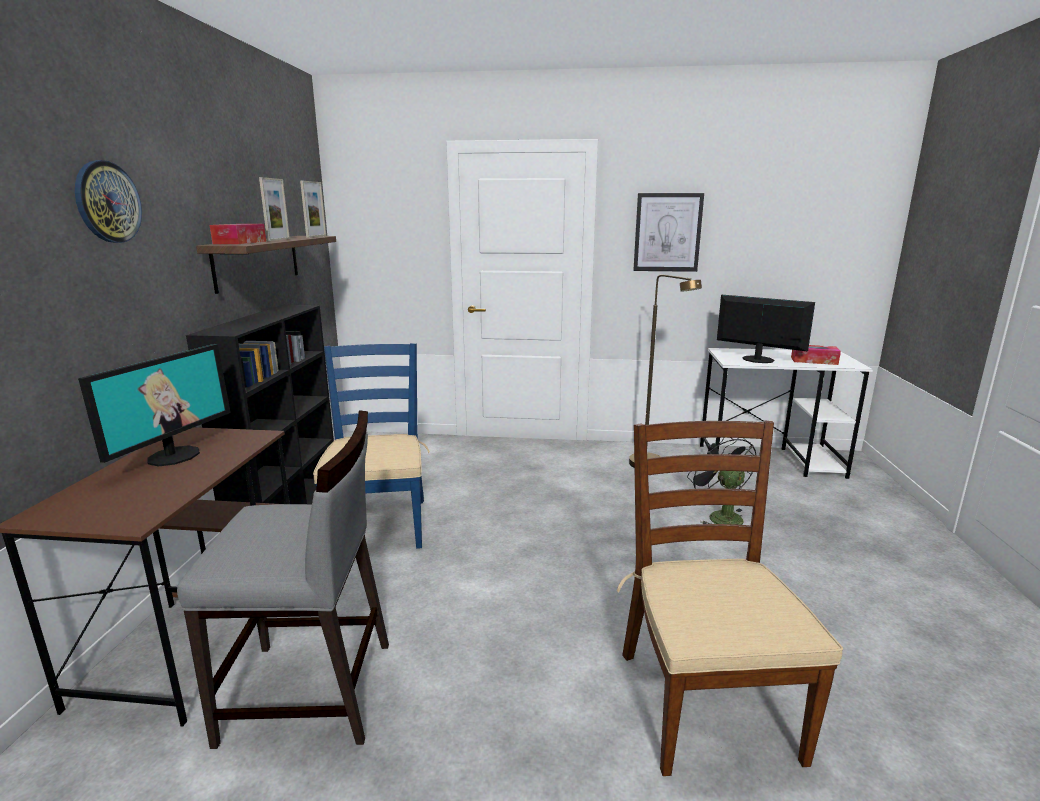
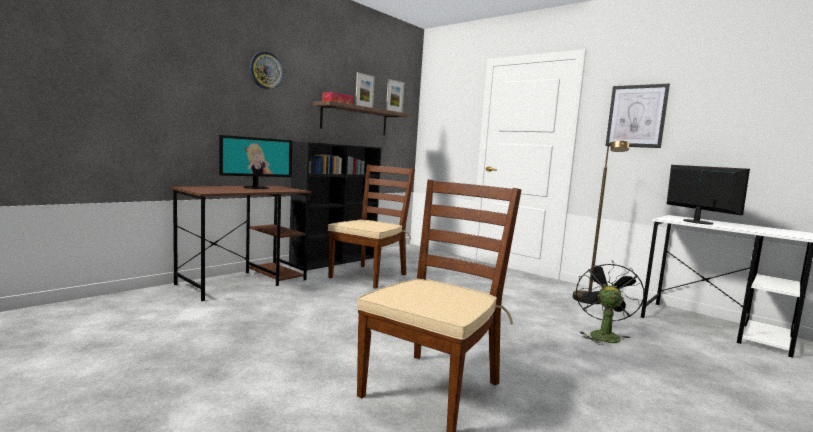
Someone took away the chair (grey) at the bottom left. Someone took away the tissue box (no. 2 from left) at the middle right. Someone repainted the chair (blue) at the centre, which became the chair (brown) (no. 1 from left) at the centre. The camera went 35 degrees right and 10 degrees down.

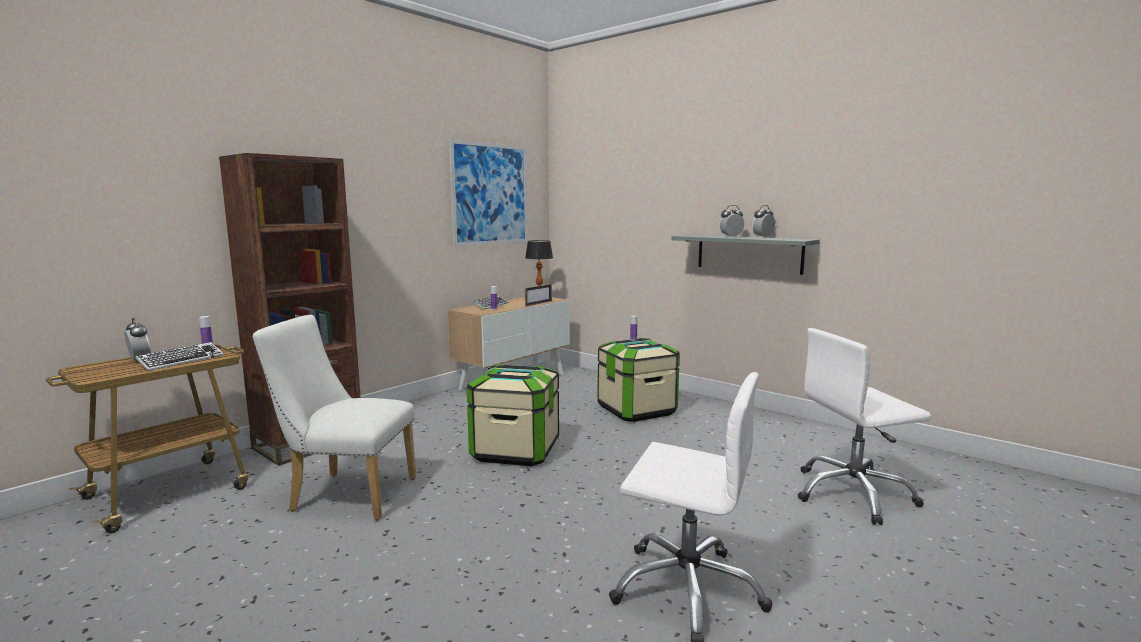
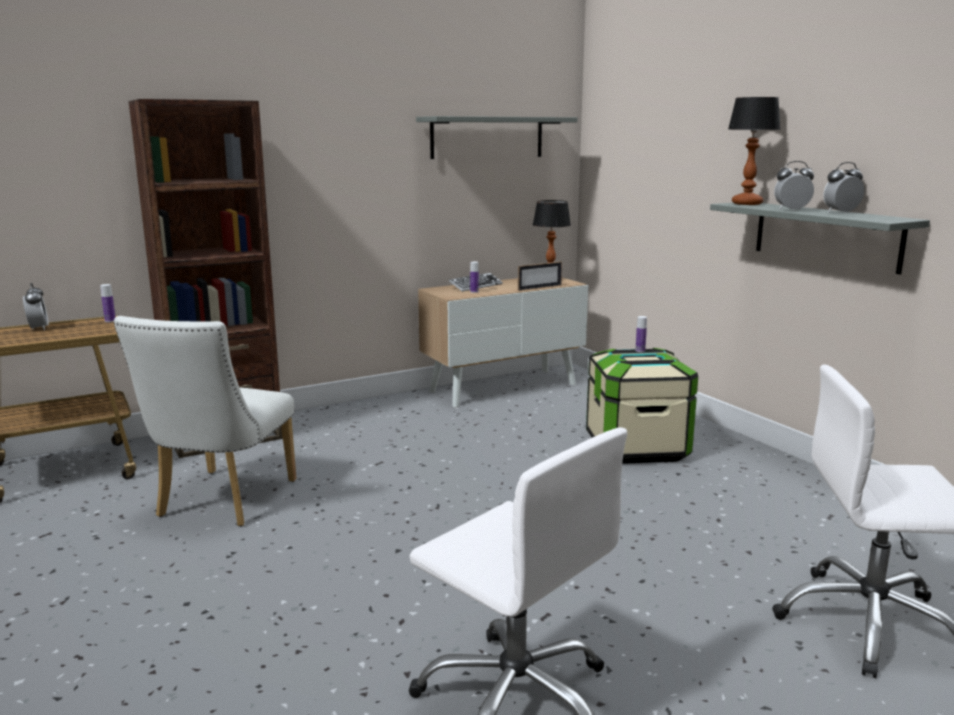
Someone took away the keyboard (no. 1 from left) at the middle left. Someone took away the storage box (no. 1 from left) at the centre. Someone put down the table lamp (no. 2 from left) at the top right. Someone swapped the picture at the top centre for the shelf (grey) (no. 1 from left) at the top centre. Someone rotated the chair (white) at the middle left by 105 degrees counterclockwise. The camera went 20 degrees right and 5 degrees up.

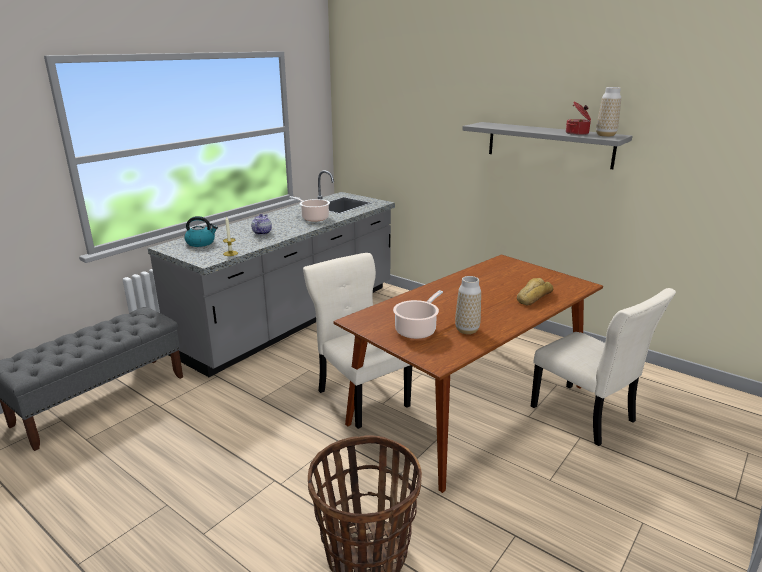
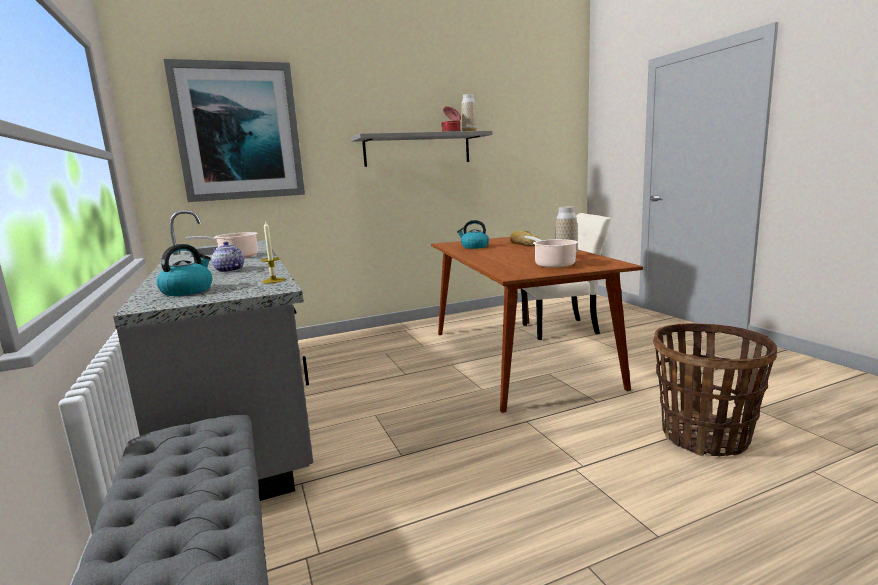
Someone took away the chair (beige) (no. 1 from left) at the centre. Someone put up the picture at the top left. Someone put down the kettle (no. 2 from left) at the centre. The camera went 60 degrees left and 10 degrees down.

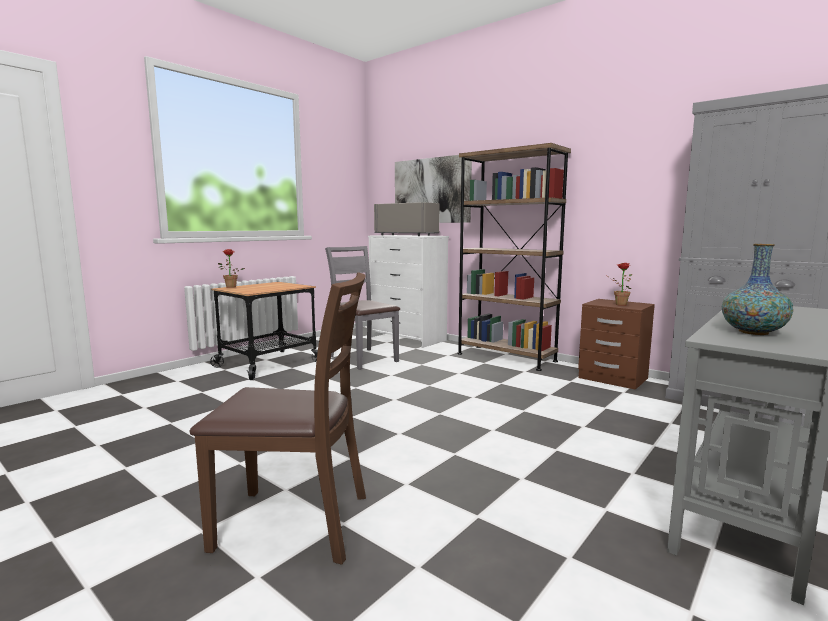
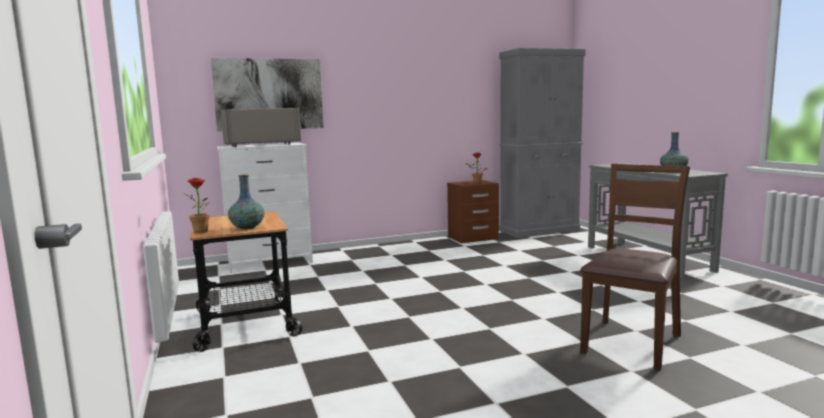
Someone took away the chair (grey) at the centre. Someone took away the bookcase (brown) at the centre. Someone put down the vase (no. 1 from left) at the middle left. The camera went 60 degrees left and 0 degrees up.

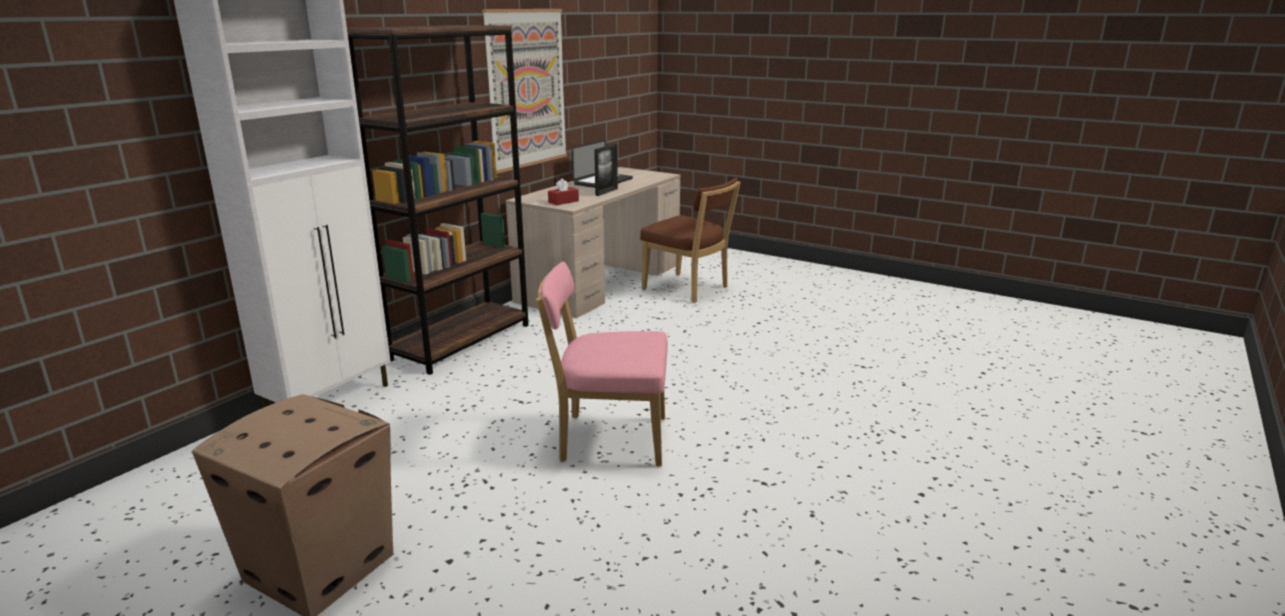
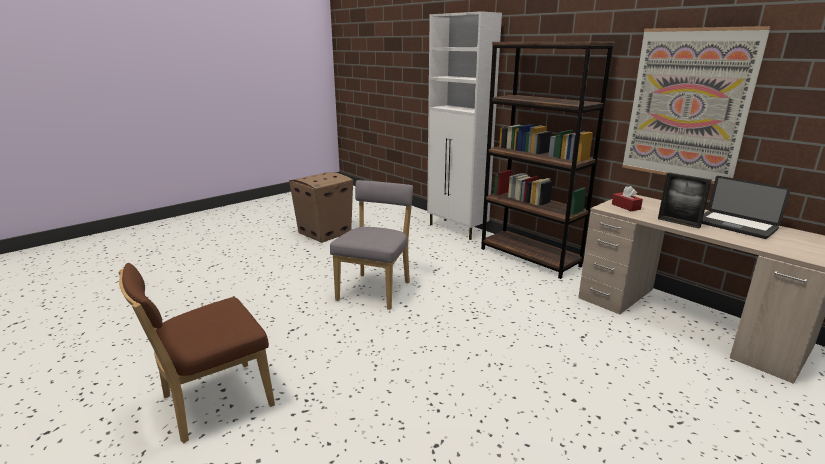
Someone carried the chair (brown) from the centre to the bottom left. Someone repainted the chair (pink) at the centre, which became the chair (grey) at the centre. The camera went 105 degrees right and 0 degrees up.

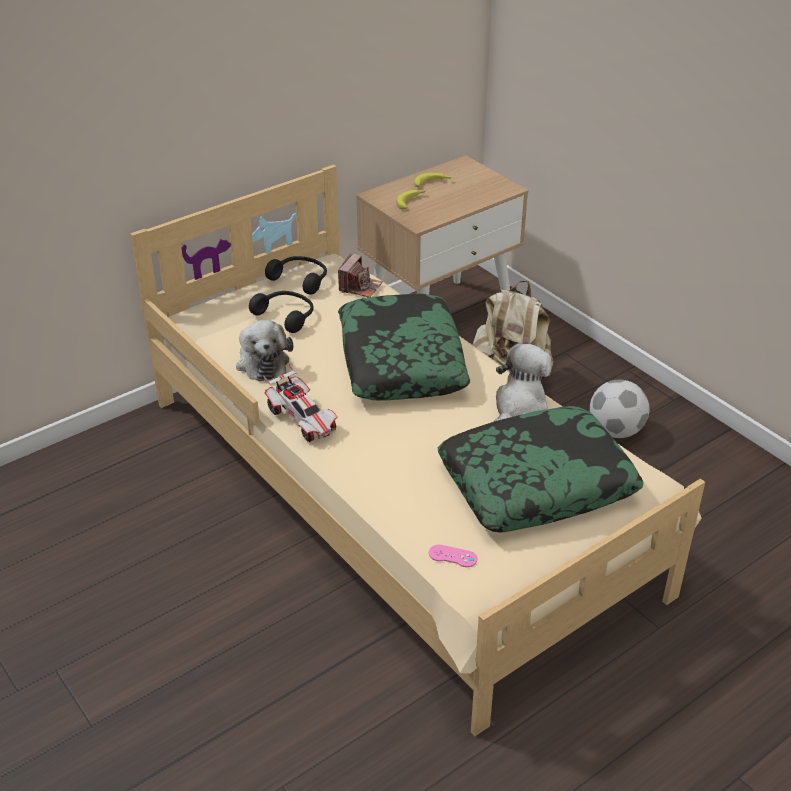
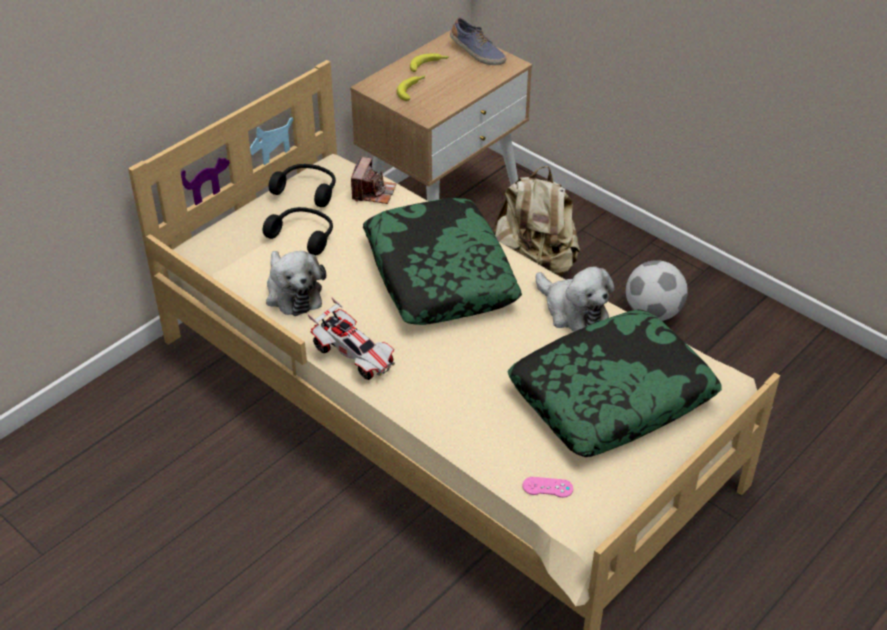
Someone put down the shoe at the top centre. Someone rotated the plush toy (no. 2 from left) at the centre by 120 degrees clockwise. The camera went 10 degrees left and 5 degrees up.

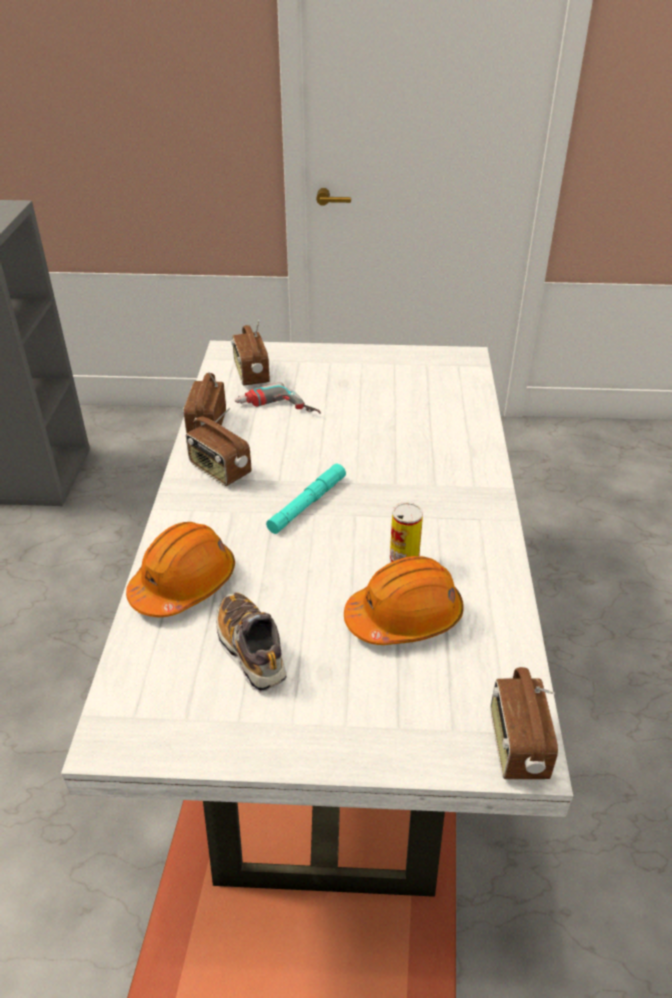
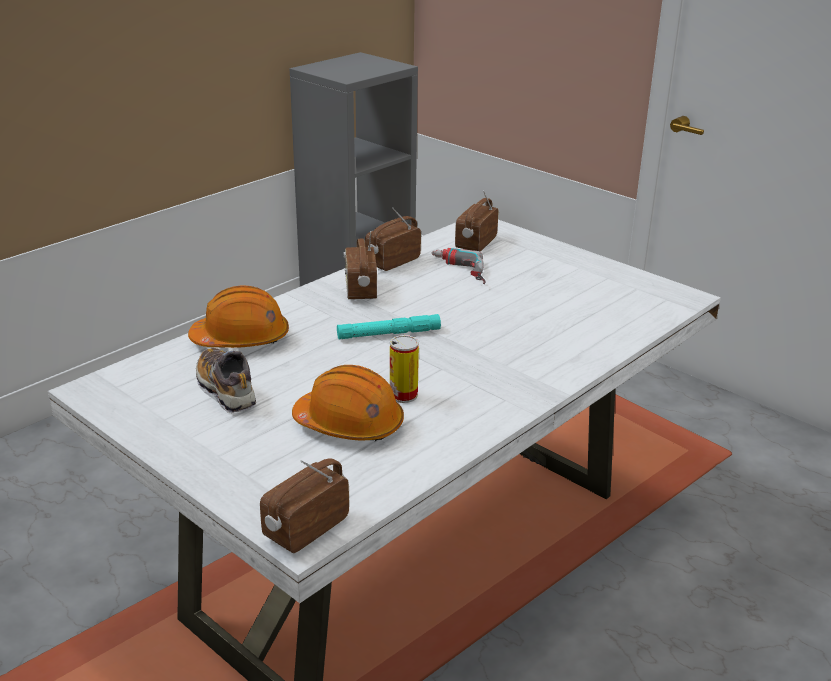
Someone rotated the shoe at the centre by 45 degrees counterclockwise. The camera went 40 degrees right and 10 degrees down.

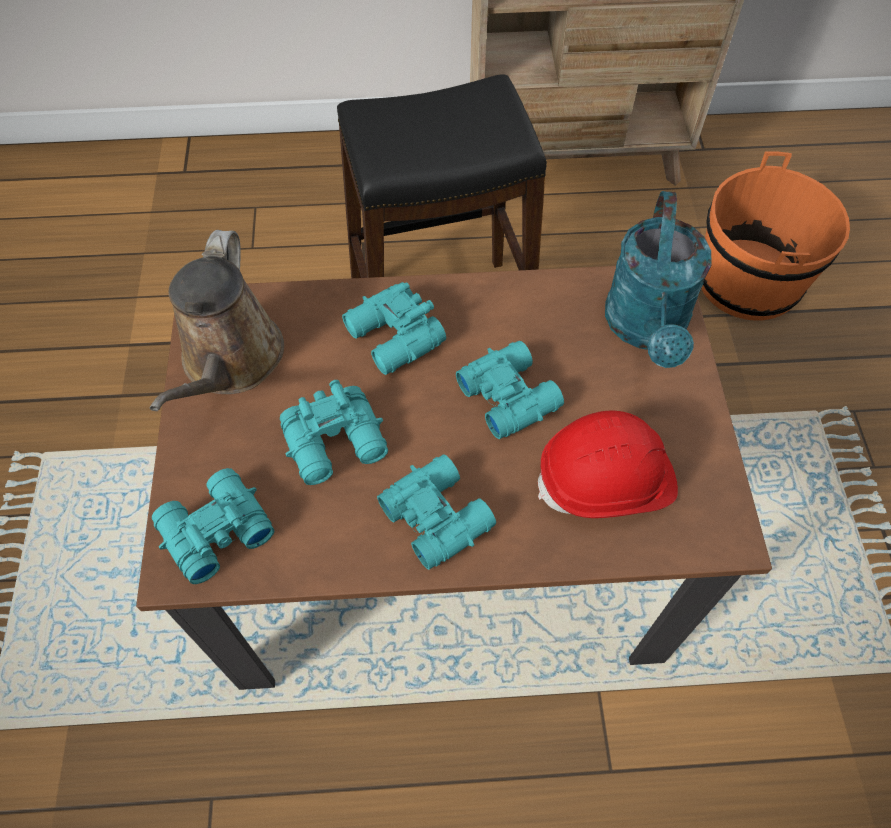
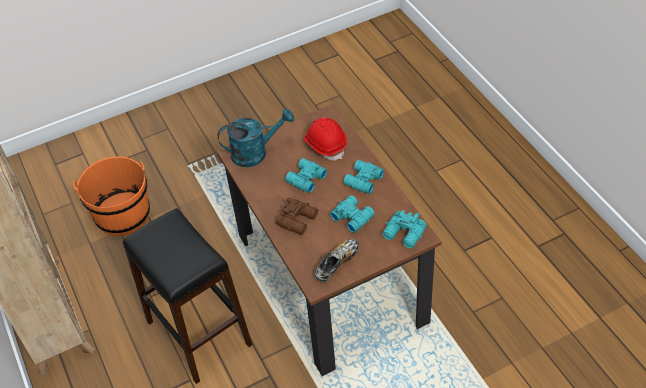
Someone swapped the watering can (brown) at the middle left for the shoe at the bottom centre. Someone repainted the binoculars (turquoise) (no. 3 from left) at the centre, which became the binoculars (brown) at the centre. The camera went 110 degrees left and 10 degrees down.

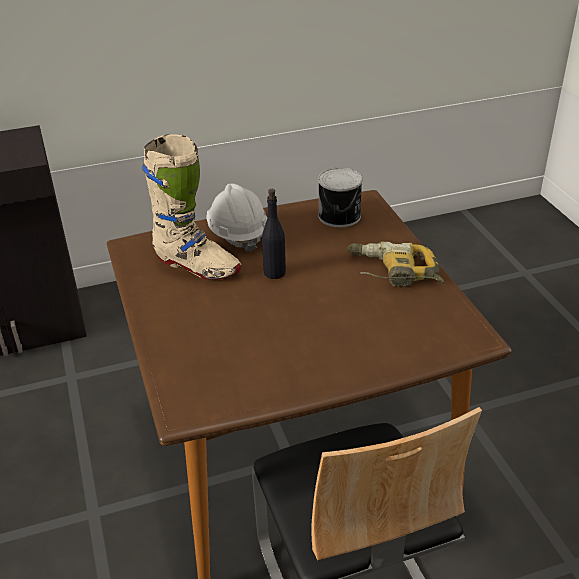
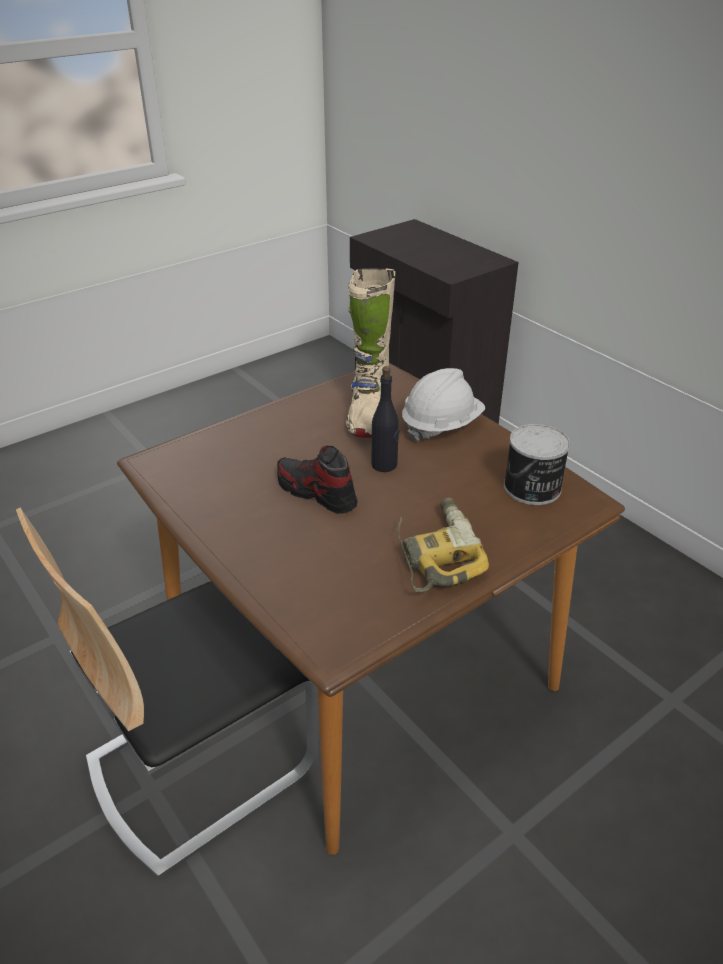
Someone put down the shoe at the centre. The camera went 70 degrees right and 0 degrees up.

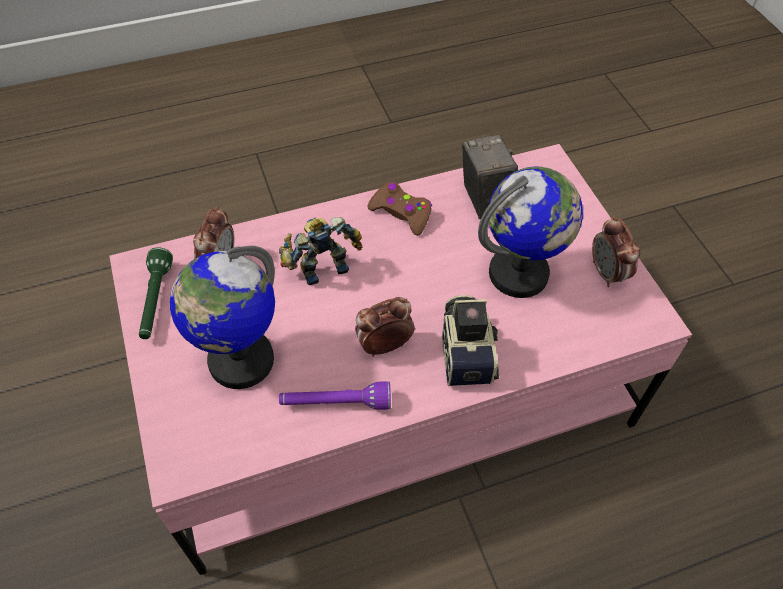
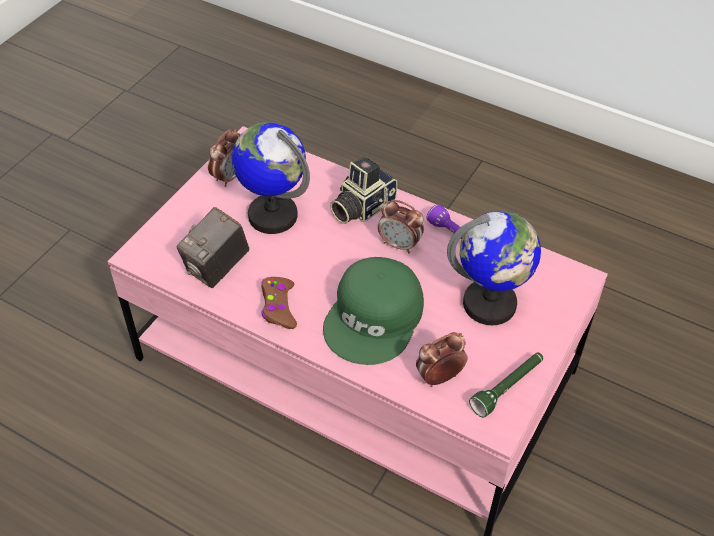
Someone swapped the toy robot at the centre for the cap (green) at the centre. The camera went 130 degrees left and 5 degrees down.

